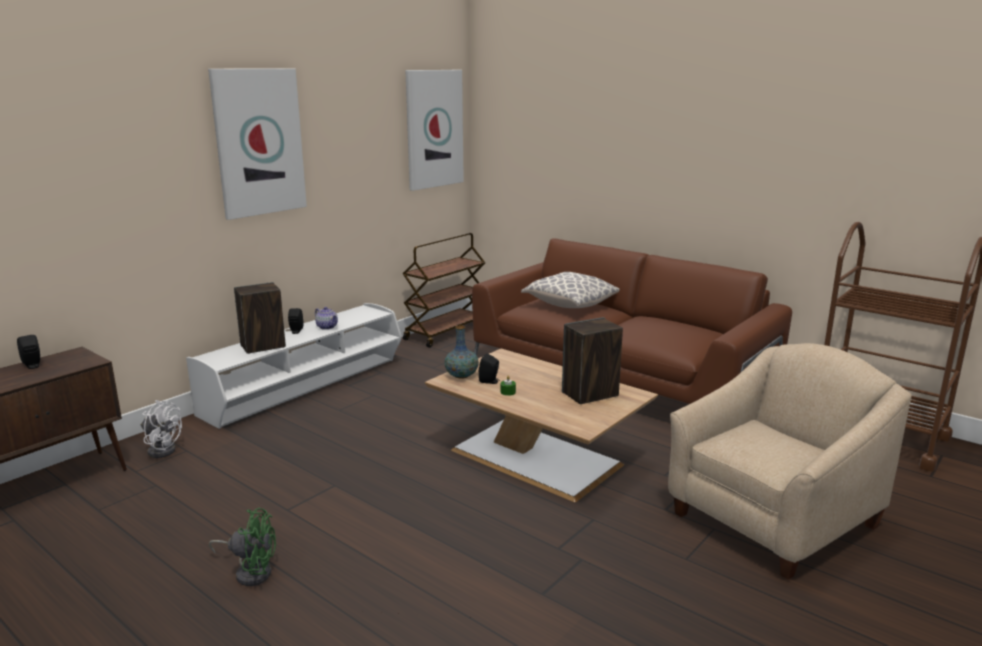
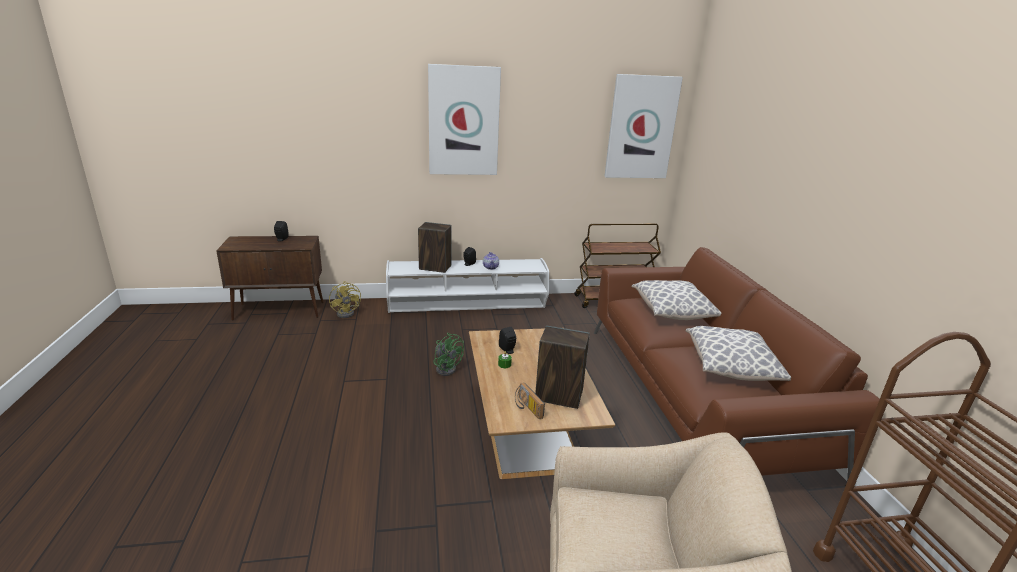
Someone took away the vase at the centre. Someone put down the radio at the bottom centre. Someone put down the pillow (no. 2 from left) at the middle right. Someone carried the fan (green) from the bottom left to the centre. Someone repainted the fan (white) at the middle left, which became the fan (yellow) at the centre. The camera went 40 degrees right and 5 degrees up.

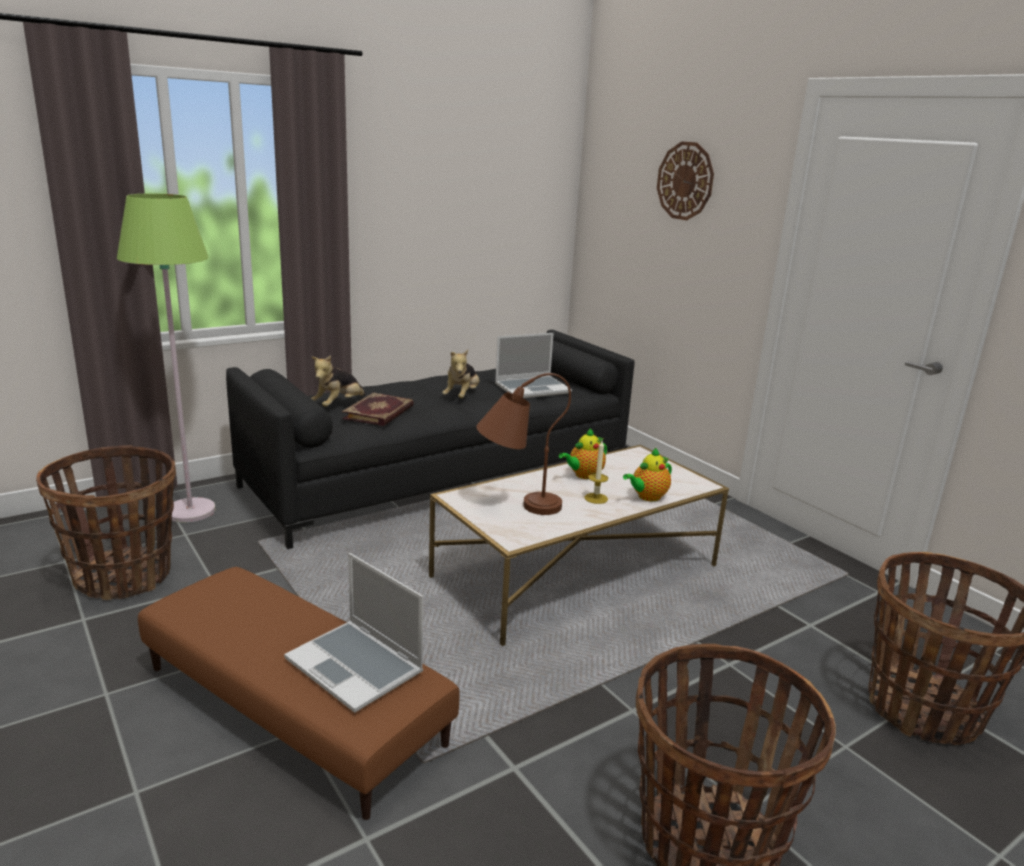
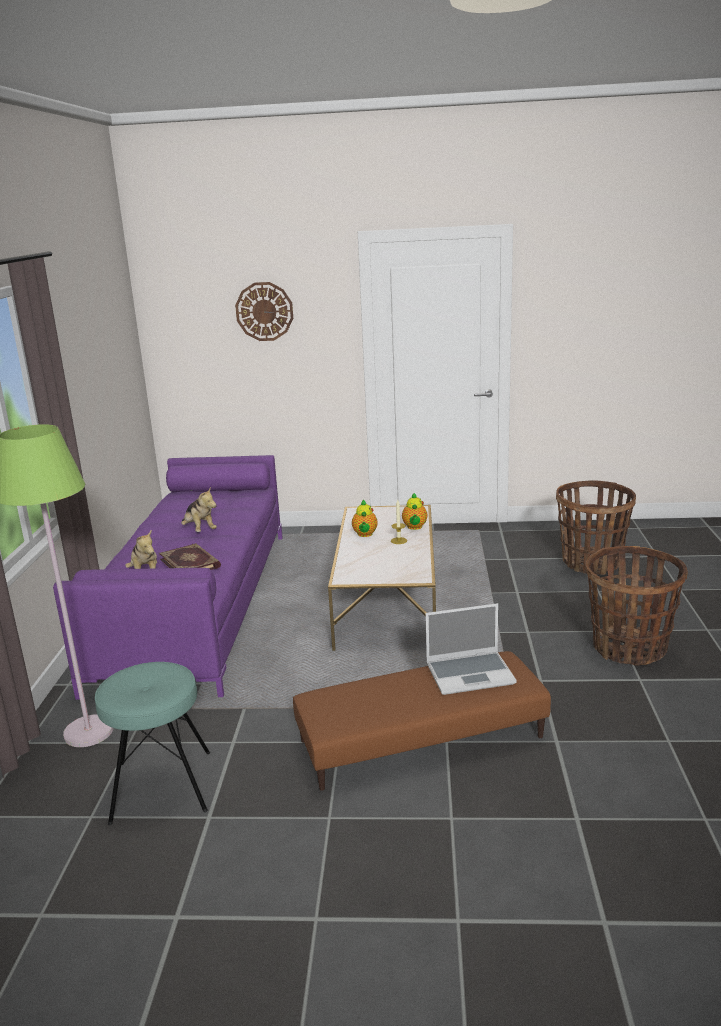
Someone took away the table lamp (brown) at the centre. Someone took away the laptop (no. 2 from left) at the centre. Someone swapped the basket (no. 1 from left) at the middle left for the stool (turquoise) at the bottom left. Someone repainted the sofa (black) at the centre, which became the sofa (purple) at the middle left. The camera went 50 degrees left and 0 degrees up.

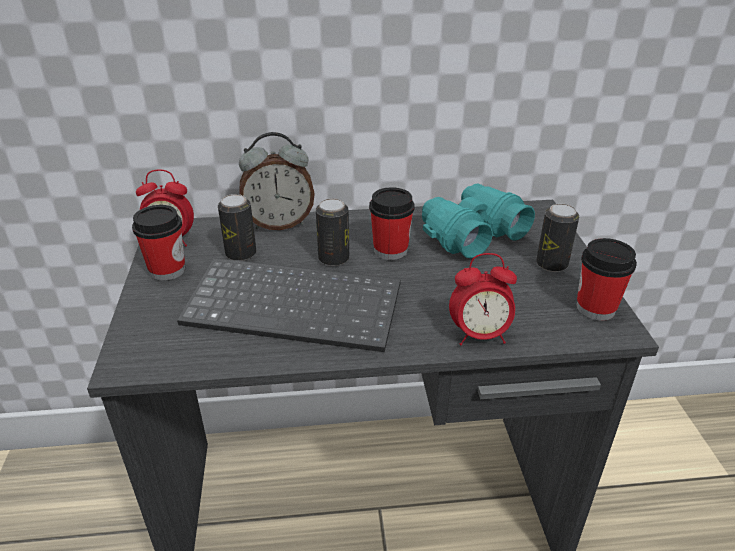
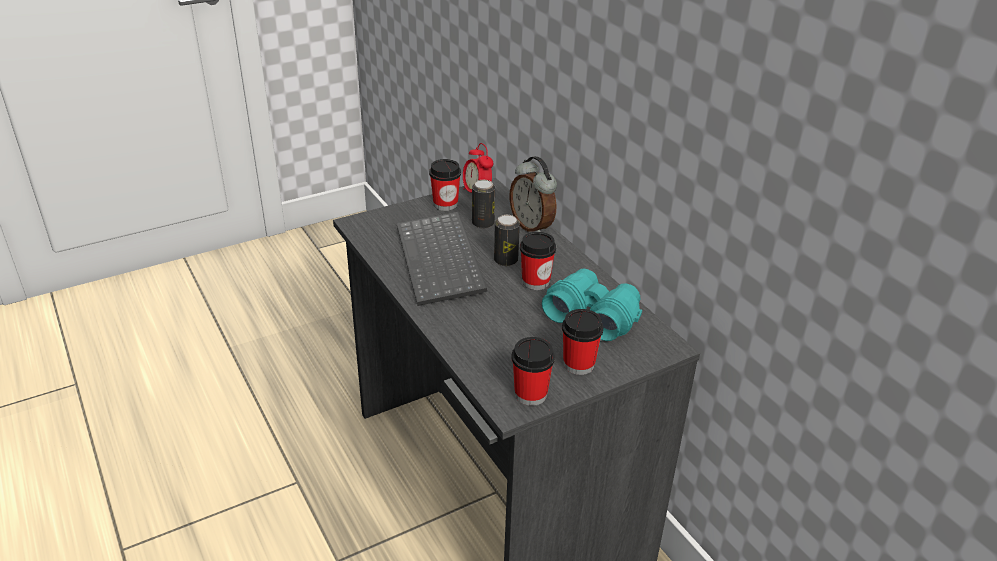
Someone took away the alarm clock (no. 3 from left) at the centre. Someone swapped the can (no. 3 from left) at the middle right for the cup (no. 4 from left) at the centre. The camera went 65 degrees right and 0 degrees up.

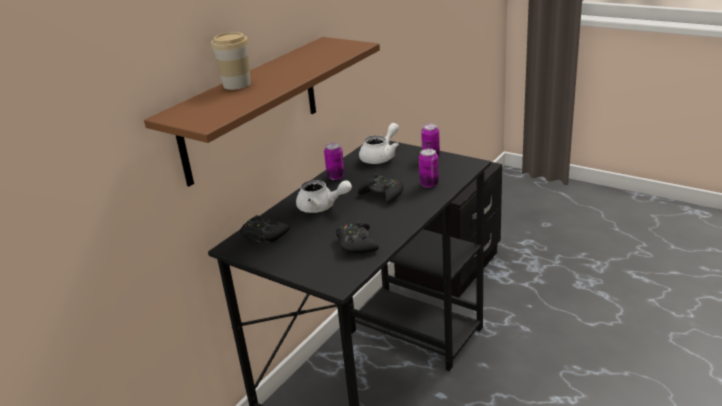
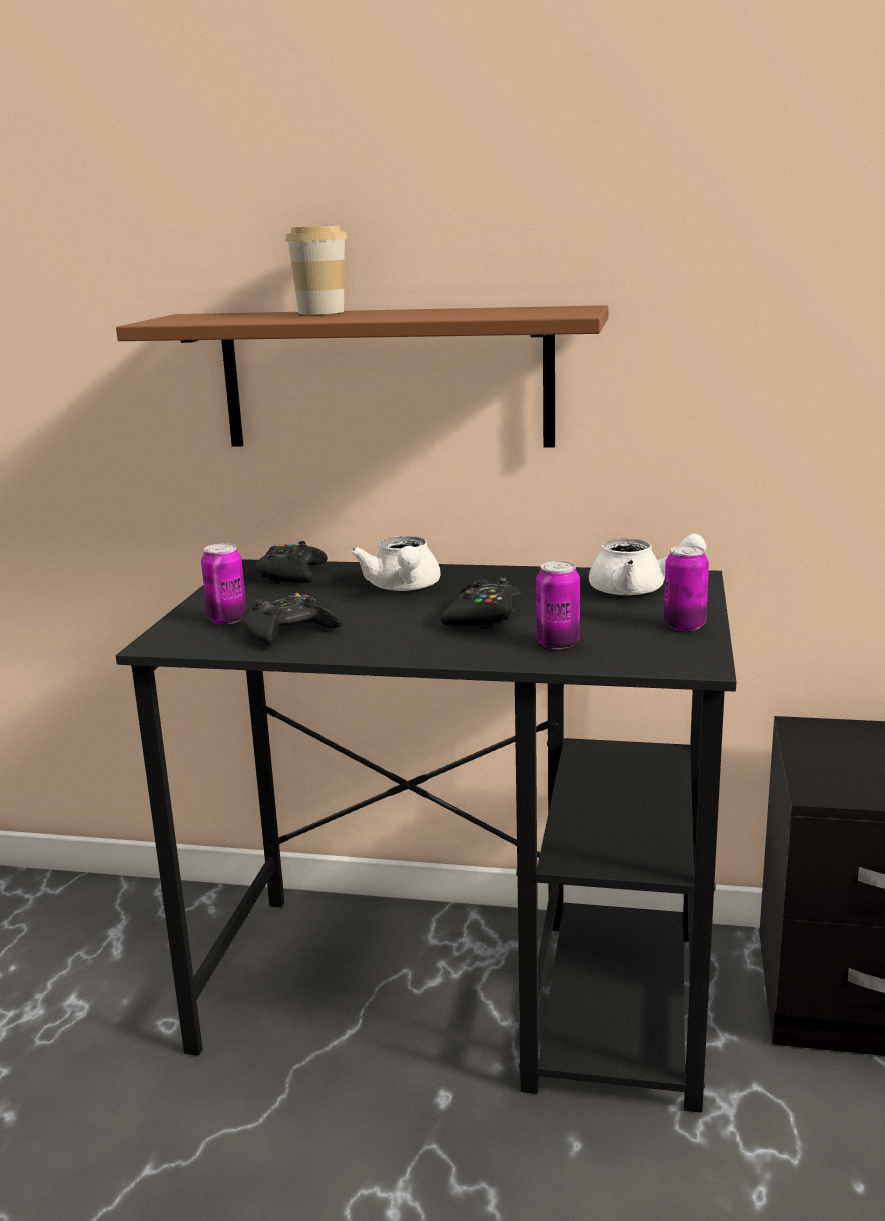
Someone carried the can (no. 1 from left) from the centre to the middle left. The camera went 65 degrees right and 10 degrees down.

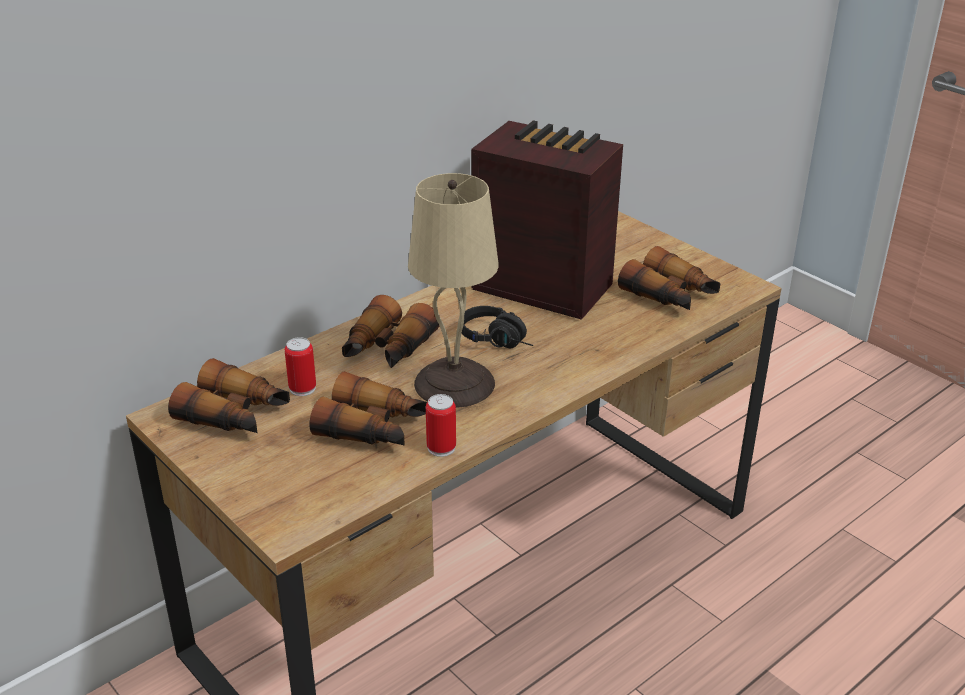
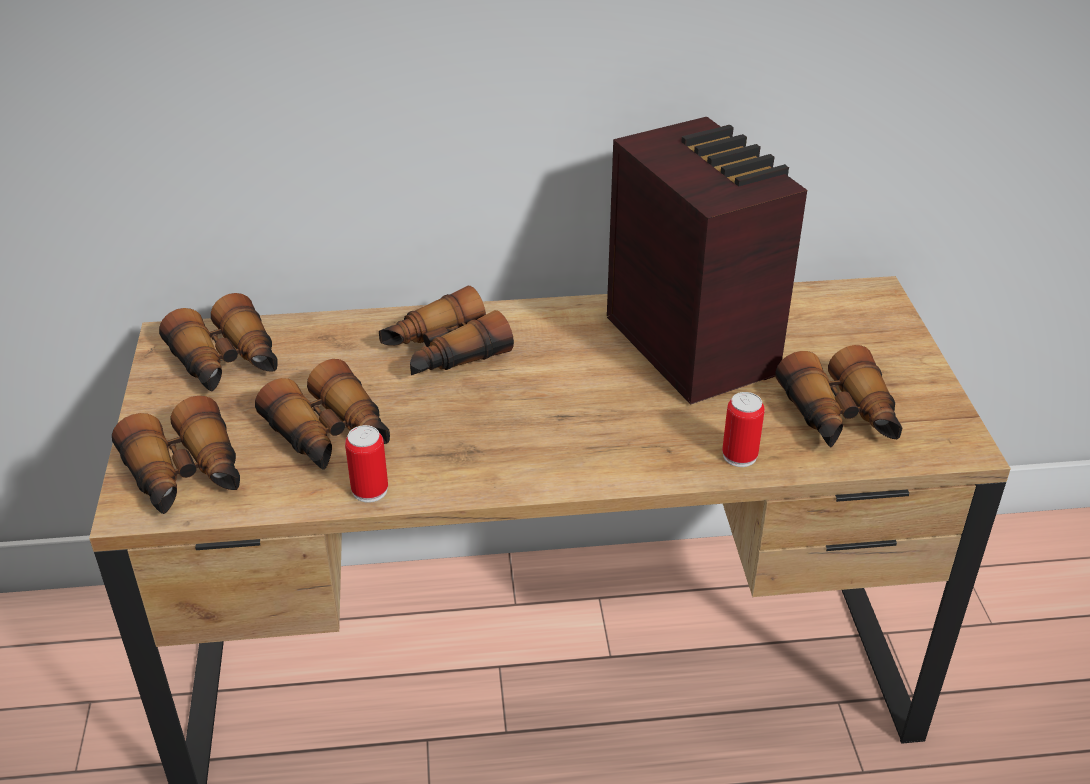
Someone took away the table lamp (beige) at the centre. Someone took away the headphones (black) at the centre. Someone put down the binoculars (no. 1 from left) at the middle left. Someone carried the can (no. 1 from left in the first image) from the middle left to the middle right. The camera went 35 degrees right and 5 degrees up.

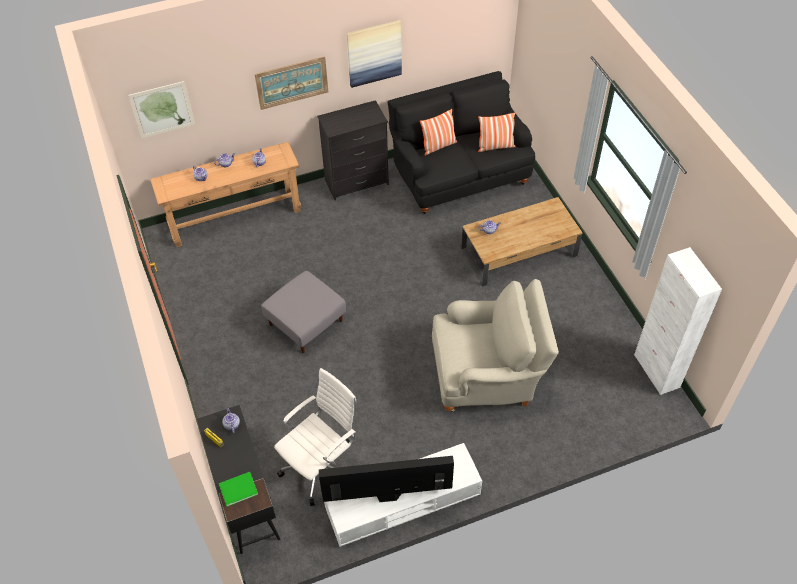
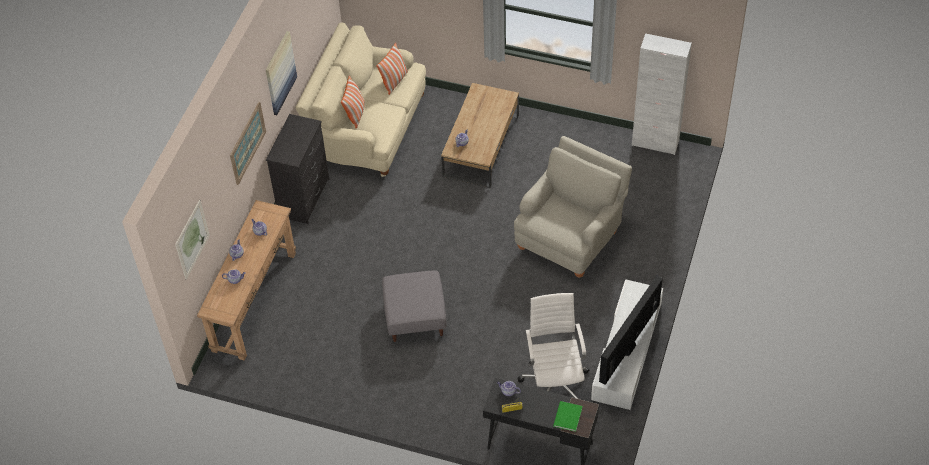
Someone repainted the sofa (black) at the top centre, which became the sofa (beige) at the top centre. The camera went 50 degrees left and 0 degrees up.

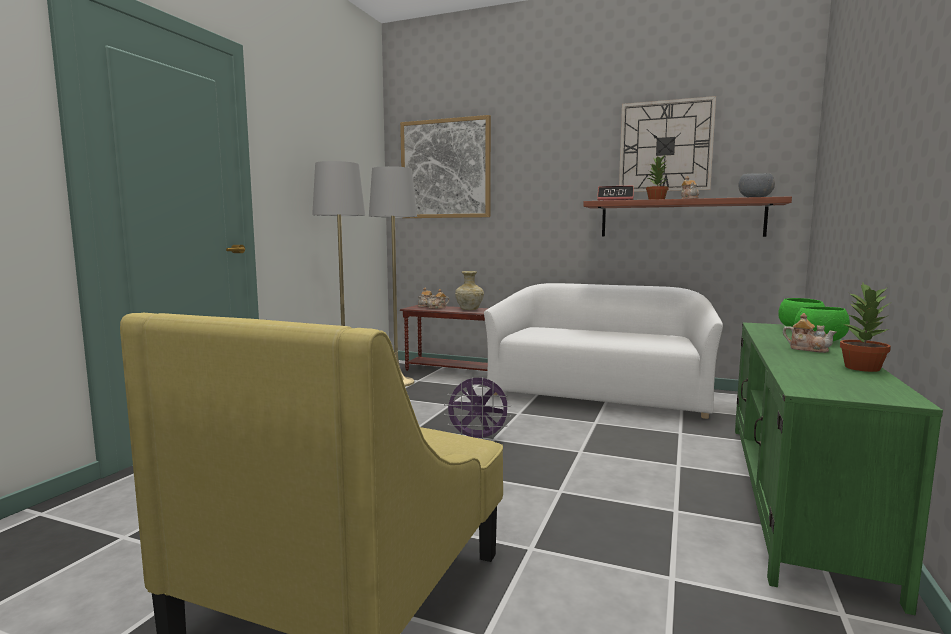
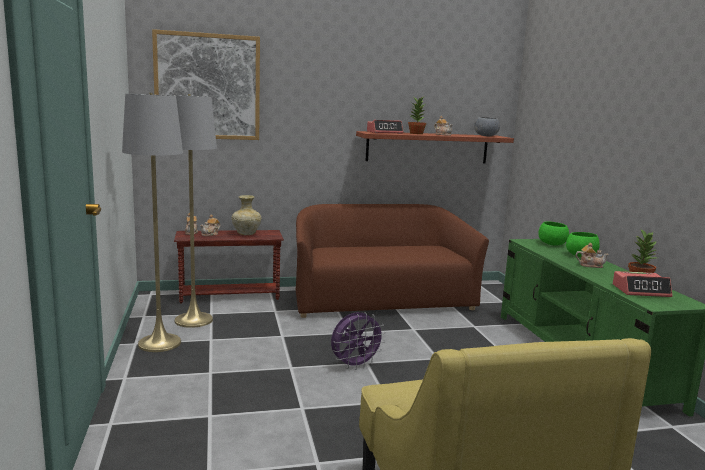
Someone took away the wall clock at the top right. Someone put down the alarm clock (no. 2 from left) at the middle right. Someone repainted the sofa (white) at the centre, which became the sofa (brown) at the centre. The camera went 35 degrees left and 5 degrees up.

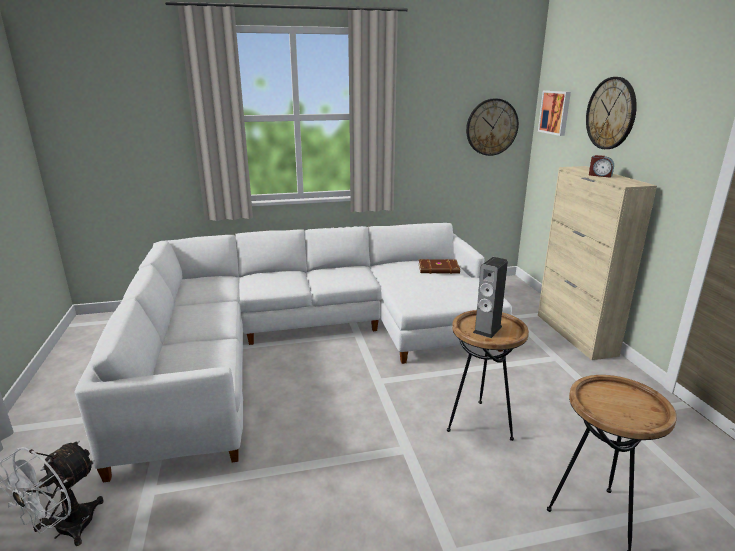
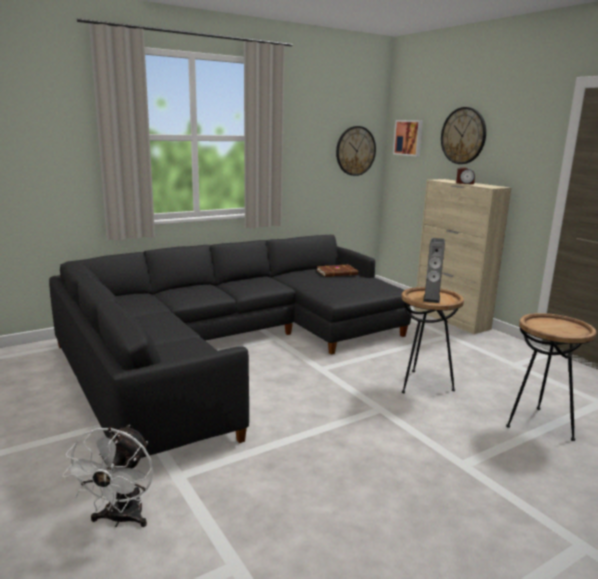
Someone repainted the sofa (white) at the centre, which became the sofa (black) at the centre. The camera went 20 degrees left and 5 degrees down.

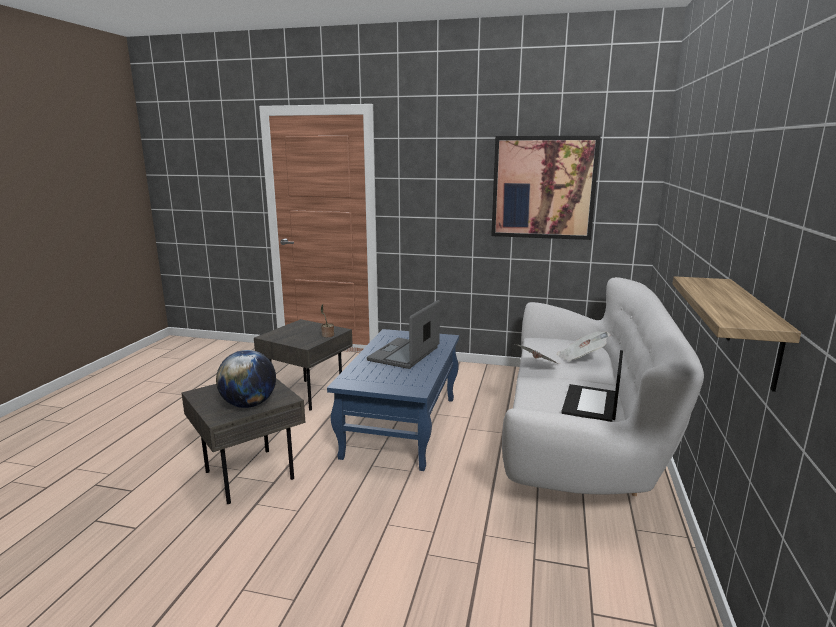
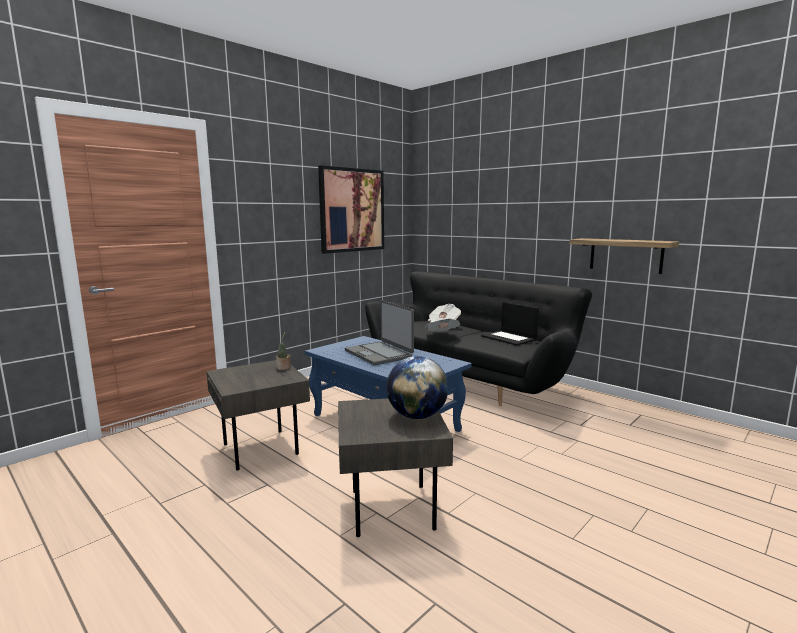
Someone repainted the sofa (white) at the middle right, which became the sofa (black) at the centre. The camera went 60 degrees left and 5 degrees down.

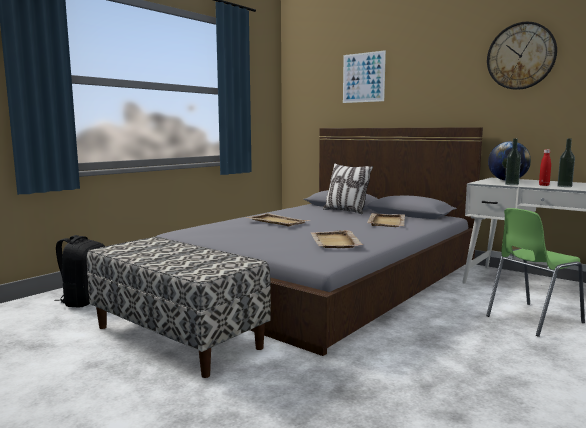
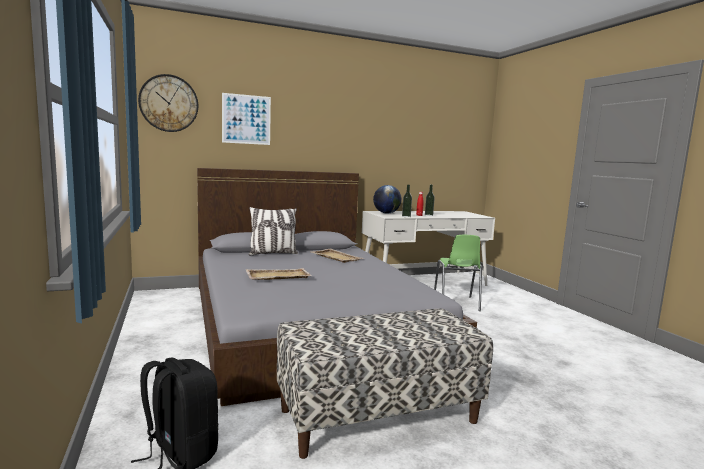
Someone took away the tray (beige) (no. 2 from left) at the centre. Someone carried the wall clock from the top right to the top left. The camera went 60 degrees left and 0 degrees up.

